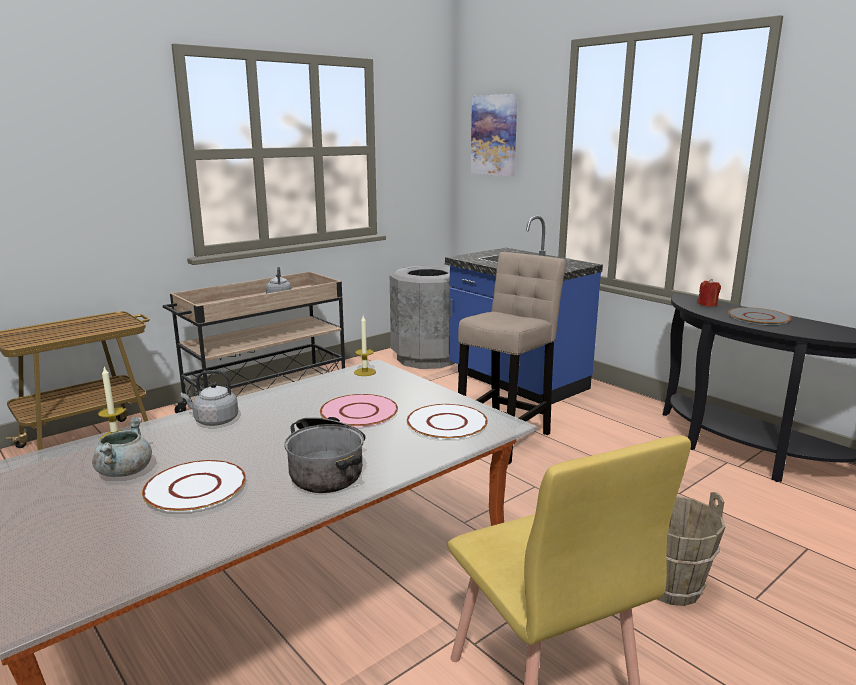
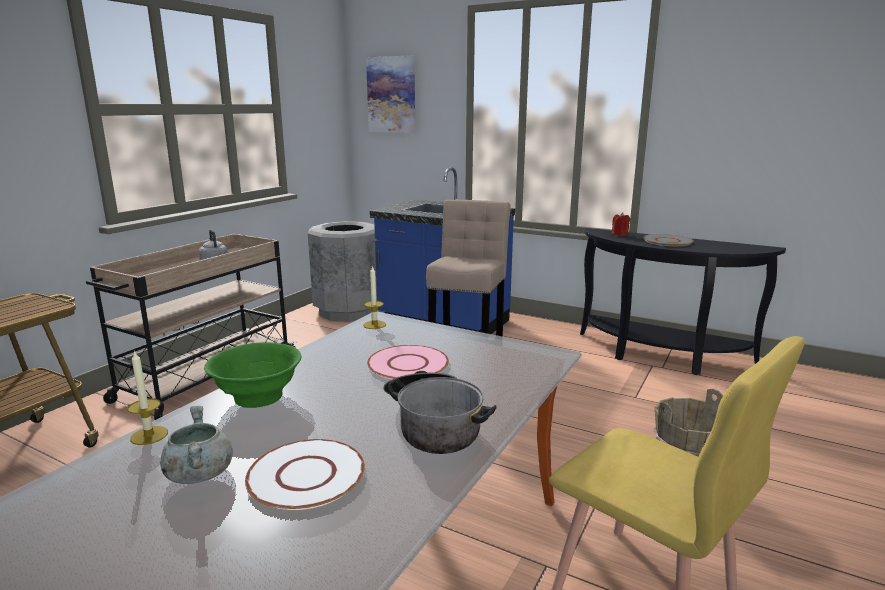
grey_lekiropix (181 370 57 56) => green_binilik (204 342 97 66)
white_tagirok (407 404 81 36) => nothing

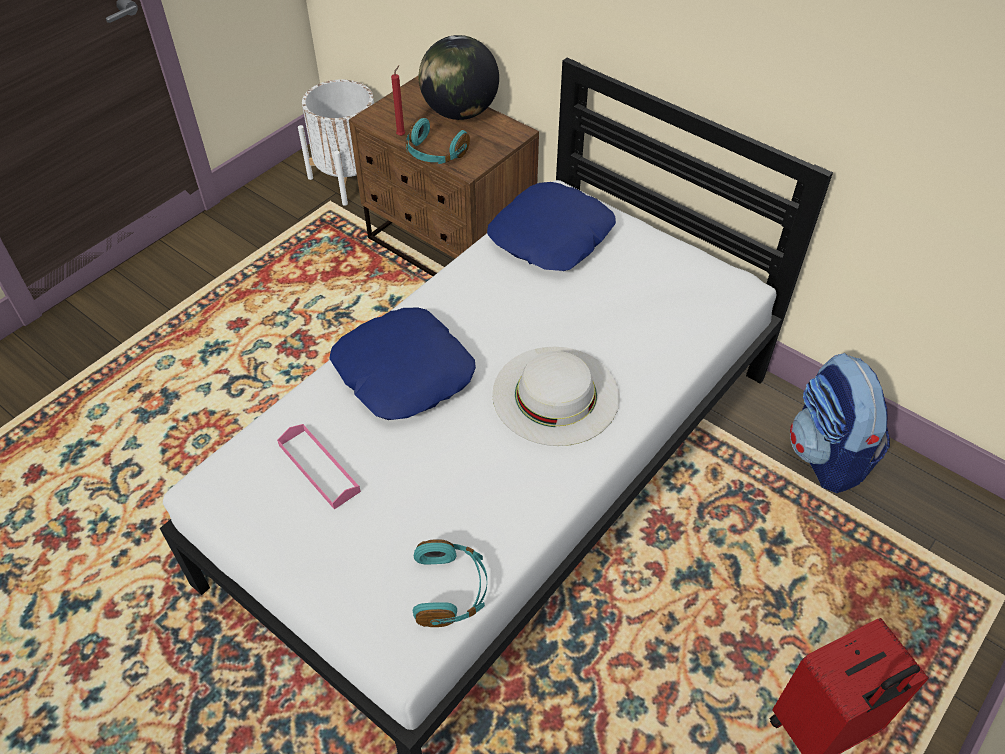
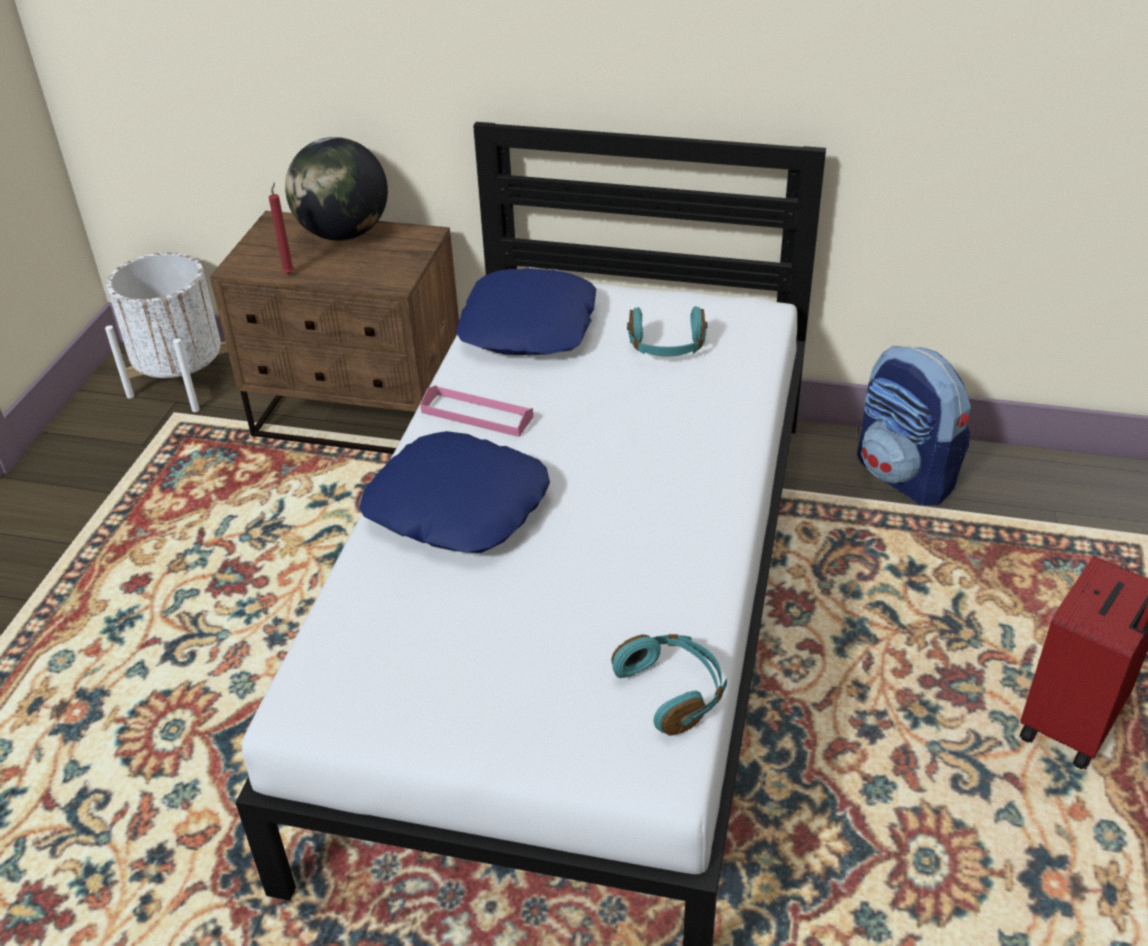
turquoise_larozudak (406 118 64 46) => turquoise_larozudak (627 306 80 51), relocated
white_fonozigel (492 347 128 99) => nothing
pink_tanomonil (277 424 84 85) => pink_tanomonil (420 385 113 52), relocated

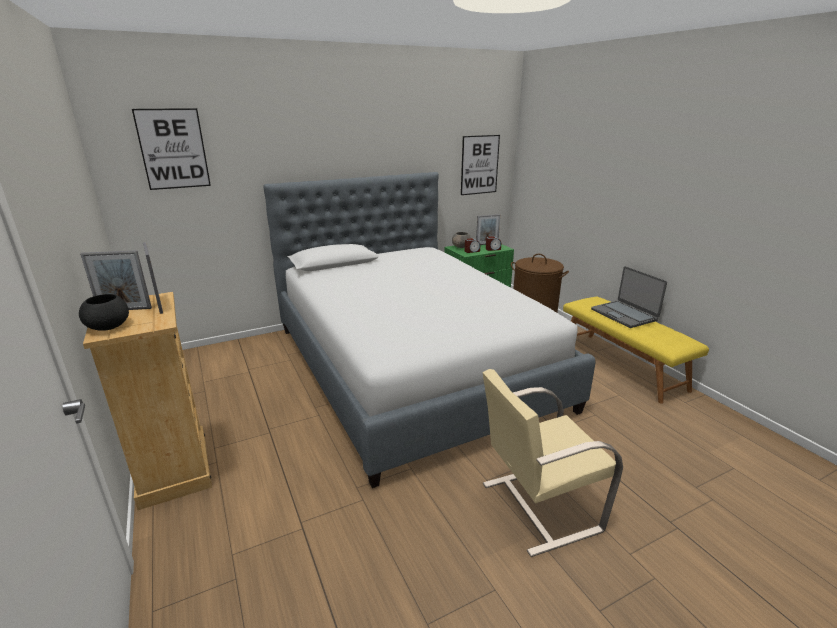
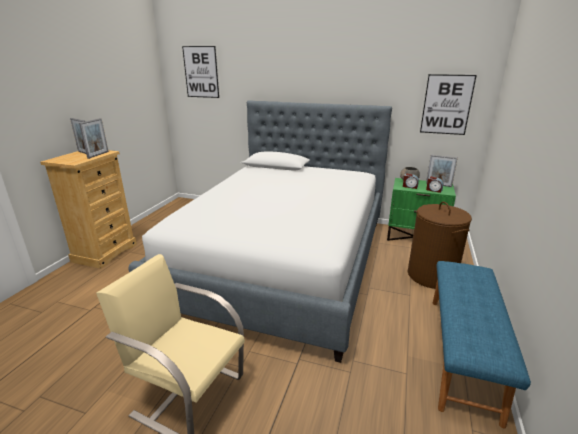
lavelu (591 266 76 62) => nothing
black_binilik (79 294 50 37) => nothing
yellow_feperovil (563 297 146 107) => blue_feperovil (432 261 99 168)

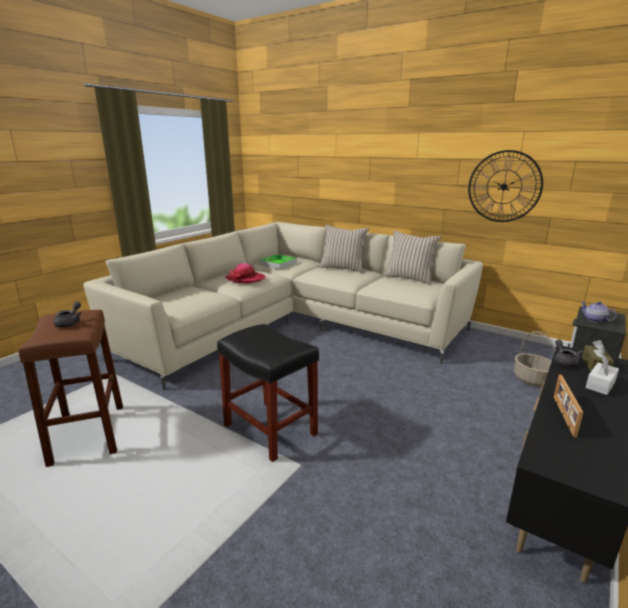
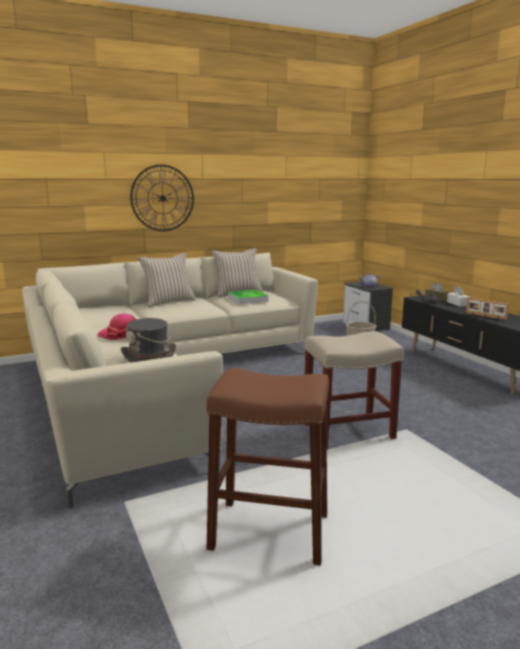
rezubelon (468 150 75 72) => rezubelon (130 165 64 66), relocated
tanomonil (259 254 38 15) => tanomonil (228 290 41 14), relocated
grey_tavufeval (54 302 27 26) => nothing
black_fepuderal (217 324 102 138) => beige_fepuderal (304 331 100 118)
nothing => grey_fonozigel (121 318 55 45)

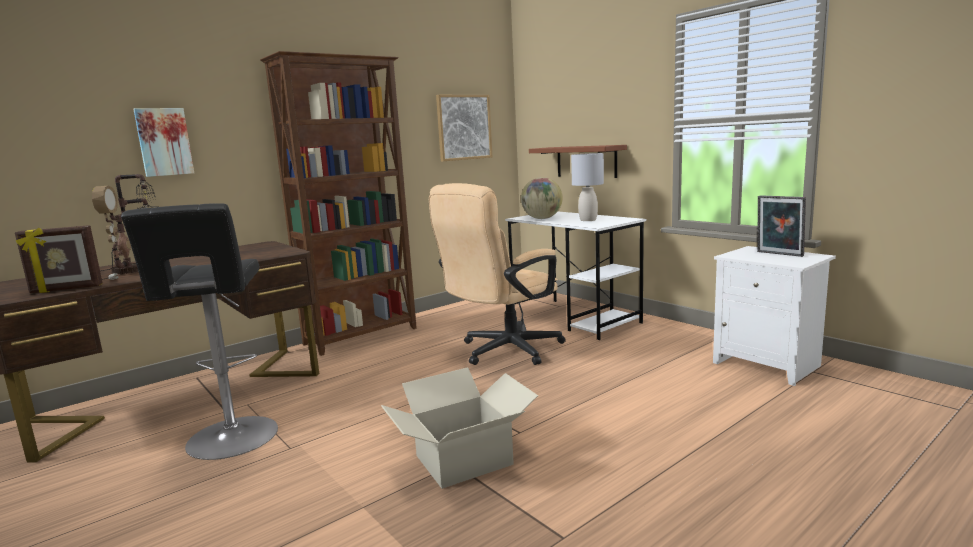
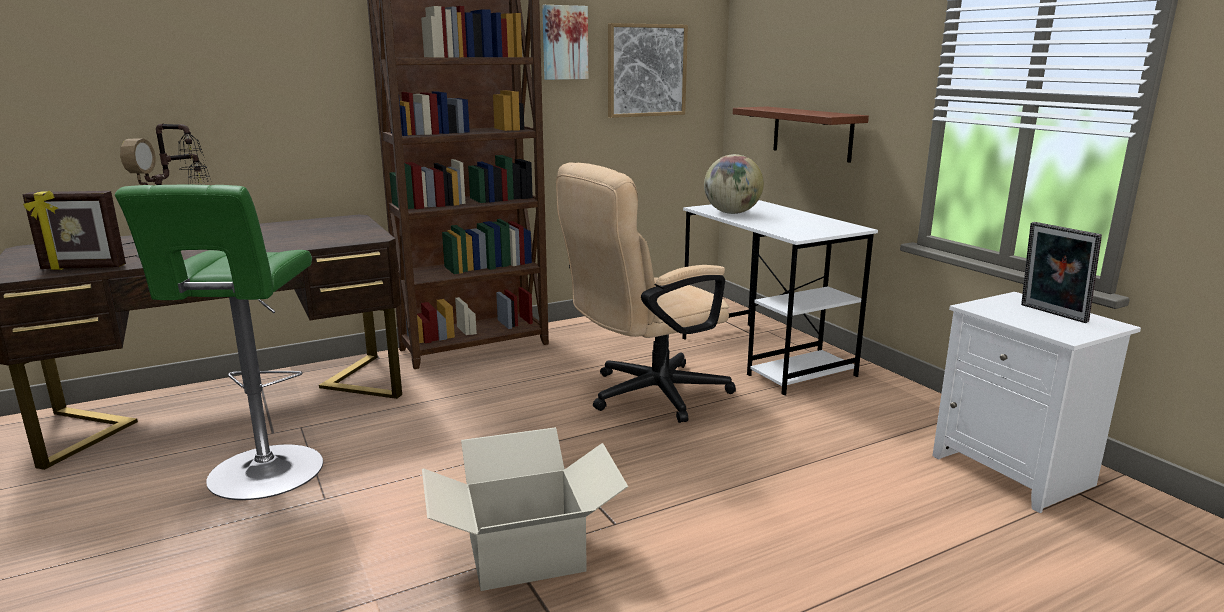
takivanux (133 108 61 69) => takivanux (542 5 46 75), relocated
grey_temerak (571 153 33 68) => nothing
black_fepuderal (121 203 157 257) => green_fepuderal (115 185 208 315)

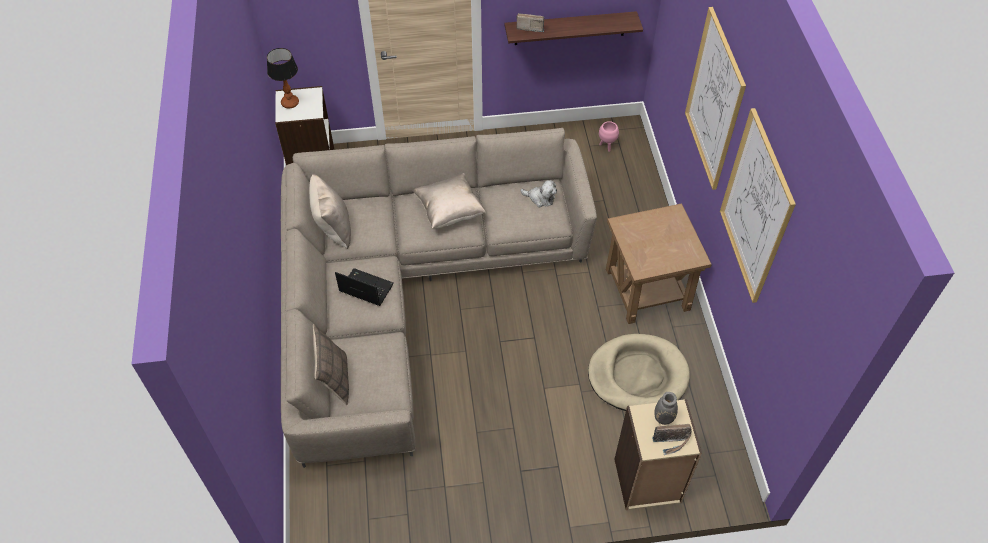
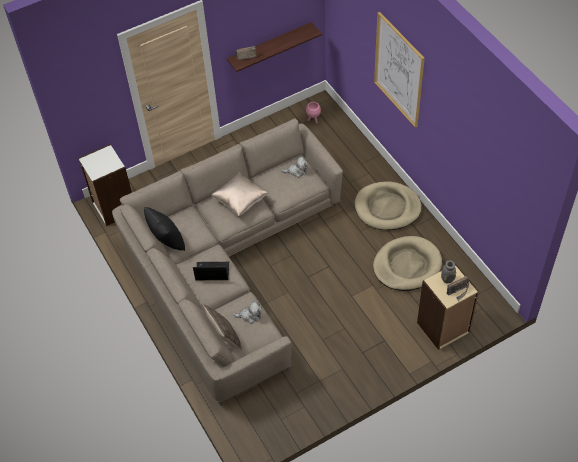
temerak (267 48 32 61) => nothing
takivanux (720 108 76 195) => nothing
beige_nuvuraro (309 174 42 75) => black_nuvuraro (144 207 41 44)
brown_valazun (606 203 106 121) => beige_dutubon (354 182 68 48)
nothing => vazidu (233 301 29 23)

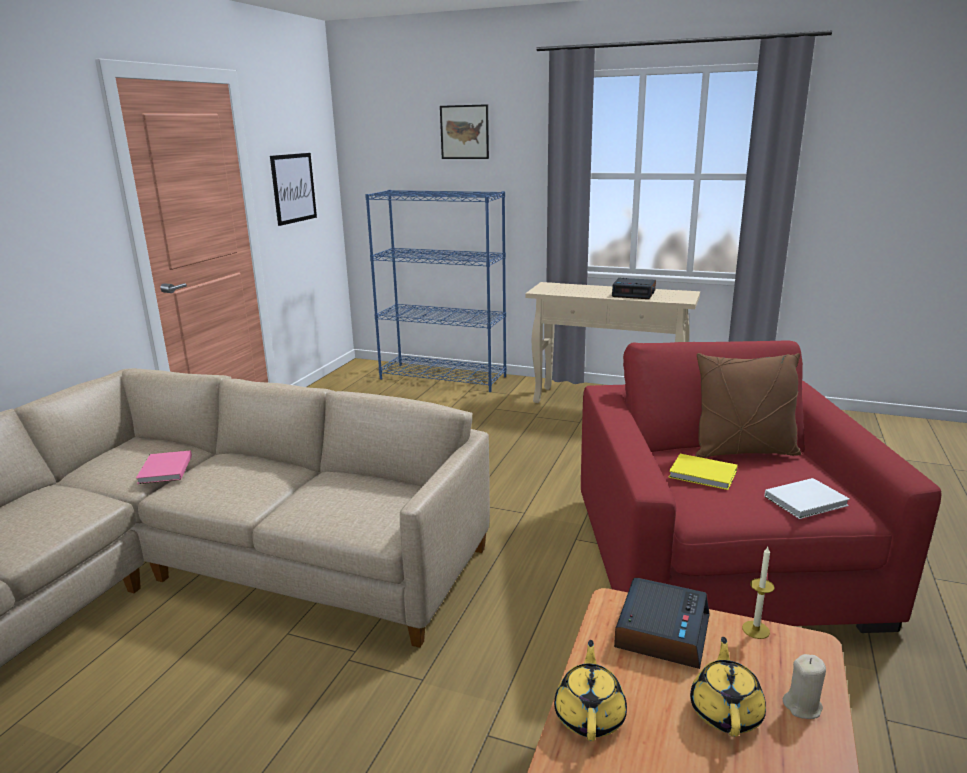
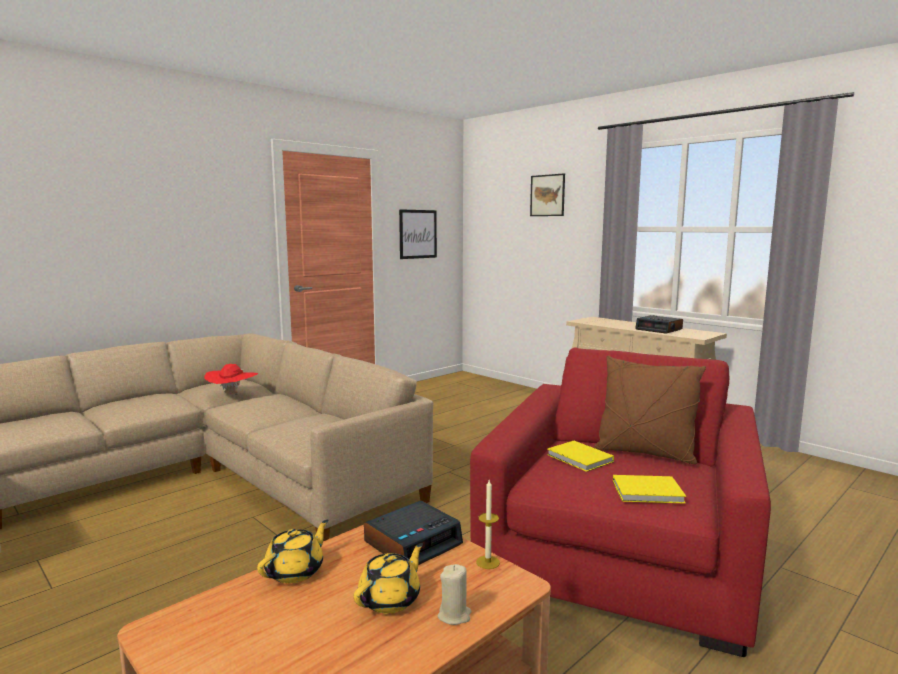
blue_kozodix (365 190 142 202) => nothing
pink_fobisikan (136 450 56 34) => red_fonozigel (204 364 54 30)
white_fobisikan (764 478 86 41) => yellow_fobisikan (613 475 73 29)

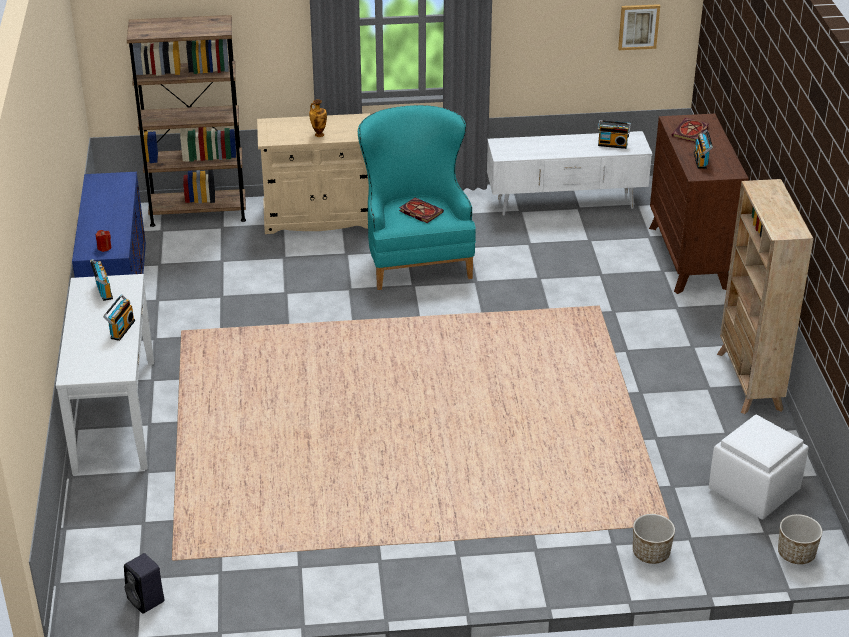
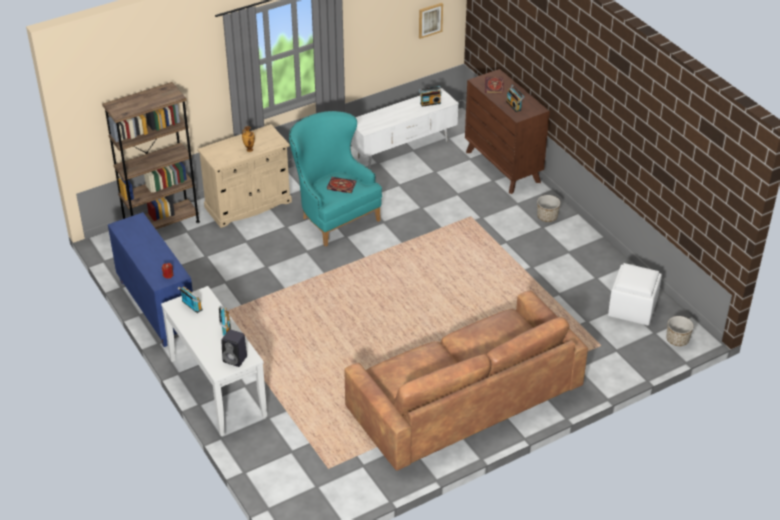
beige_kozodix (717 179 97 235) => nothing
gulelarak (633 514 42 50) => gulelarak (537 195 23 27), relocated
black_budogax (124 553 40 61) => black_budogax (221 329 26 38), relocated
nothing => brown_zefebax (344 290 244 181)

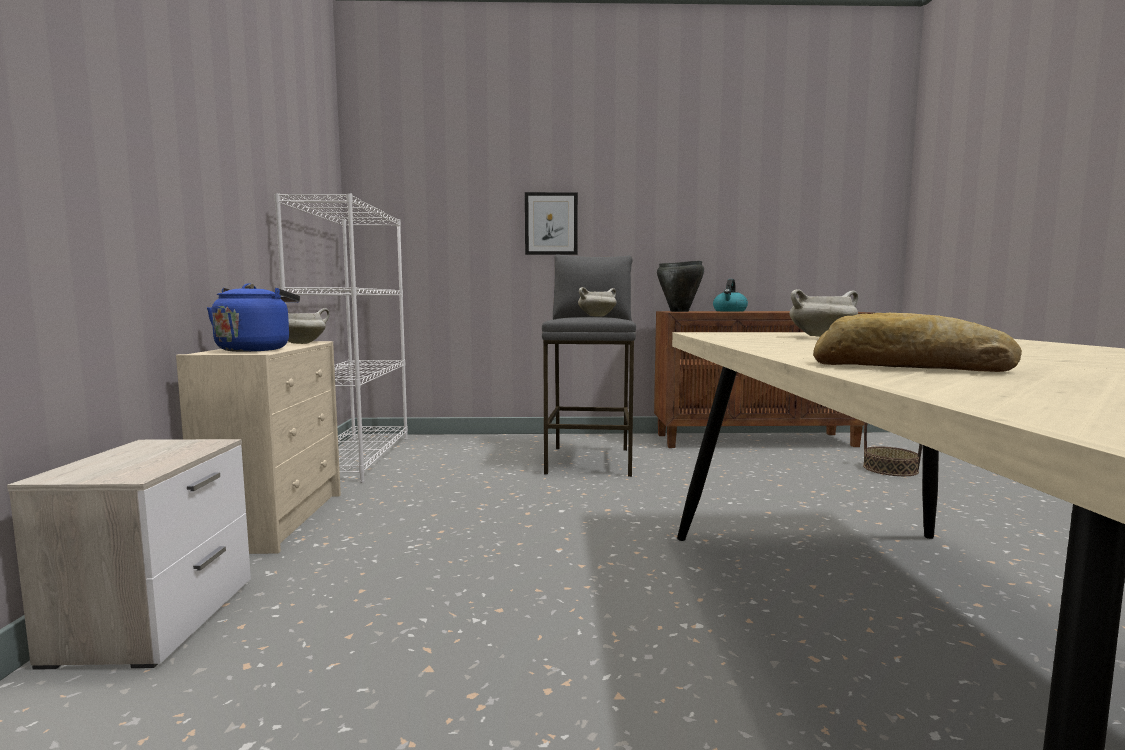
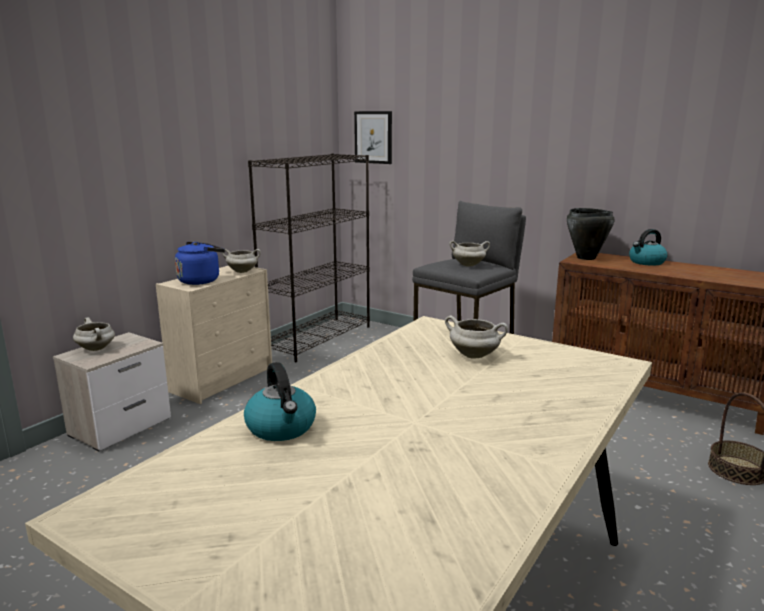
takivanux (525 192 53 63) => takivanux (354 111 38 53), relocated
white_kozodix (274 193 134 290) => black_kozodix (248 154 122 208)
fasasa (813 313 209 59) => lekiropix (244 362 72 79)
nothing => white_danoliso (73 317 42 34)

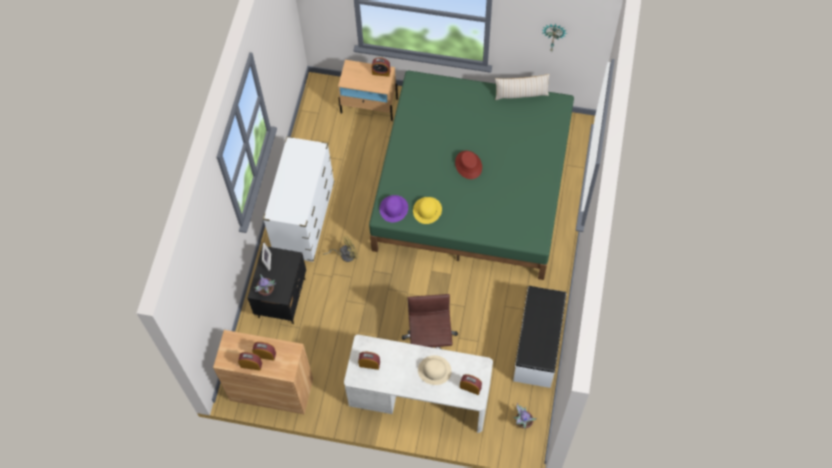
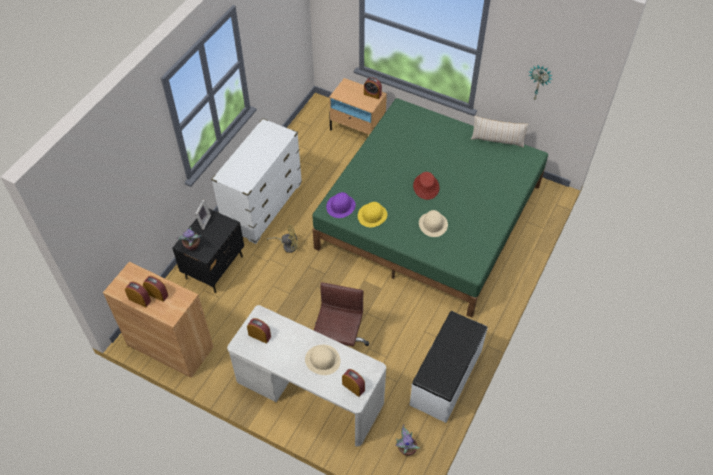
nothing => beige_fonozigel (419 210 29 27)

